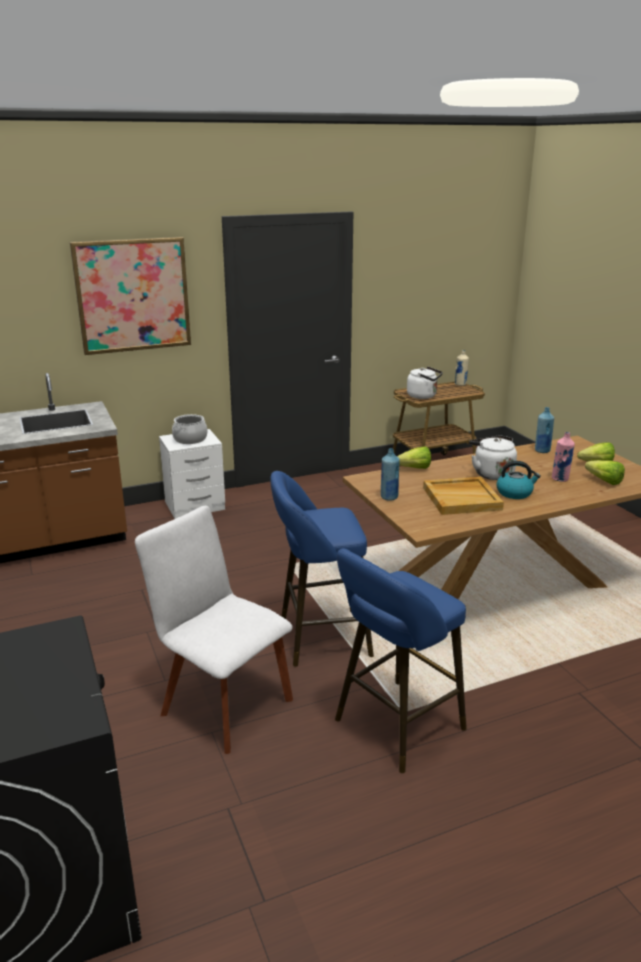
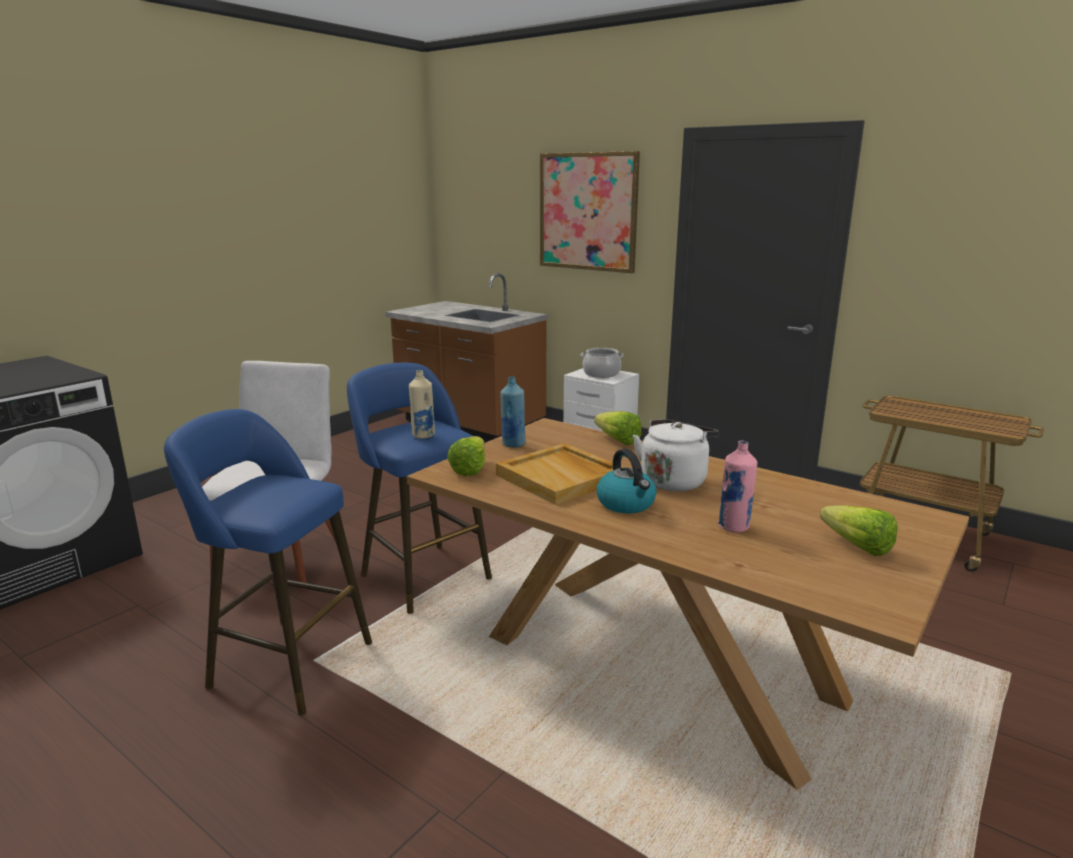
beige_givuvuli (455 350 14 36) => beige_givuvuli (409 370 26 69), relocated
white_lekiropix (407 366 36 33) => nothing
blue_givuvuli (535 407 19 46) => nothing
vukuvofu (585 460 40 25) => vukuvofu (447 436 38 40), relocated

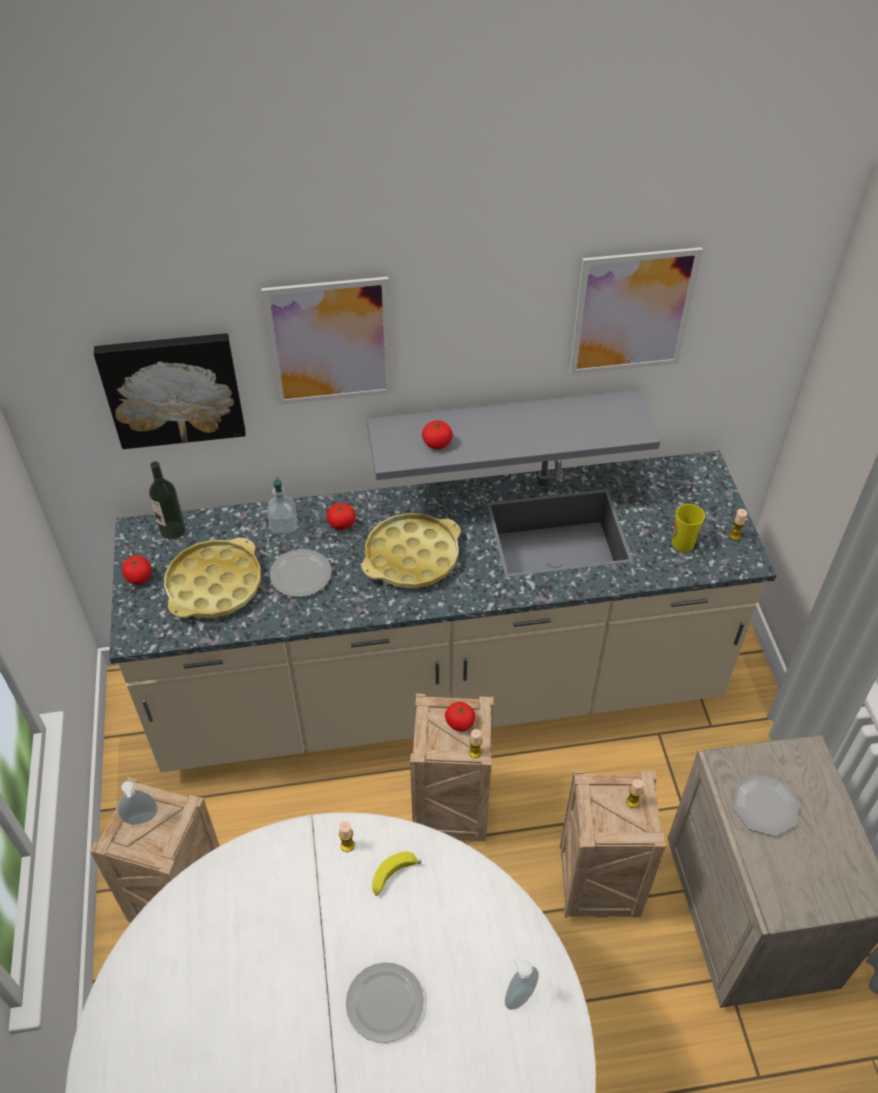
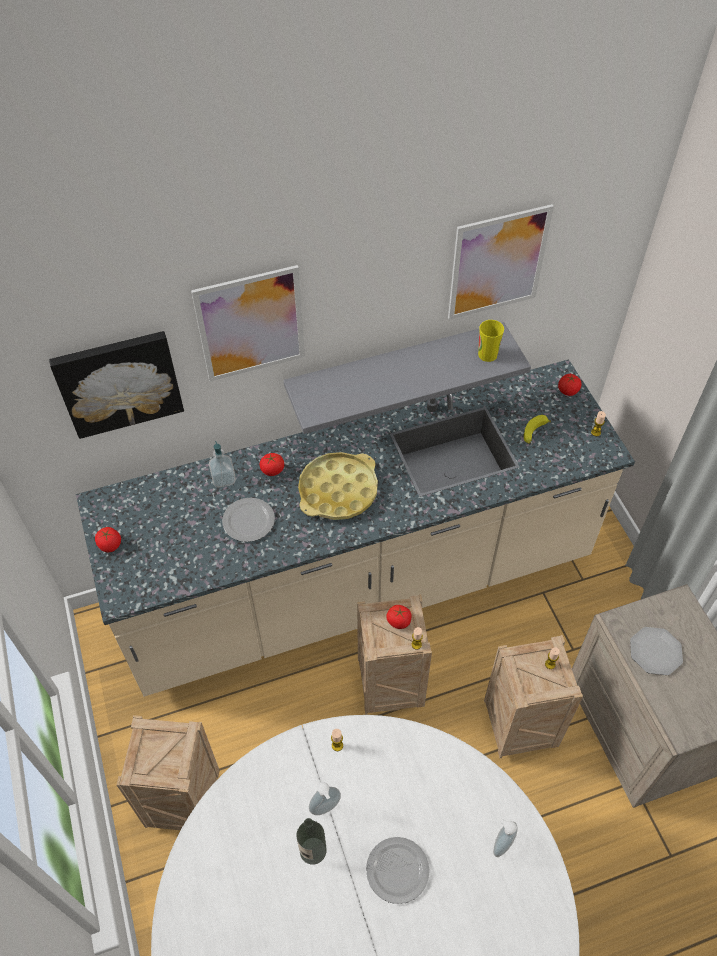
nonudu (422 420 31 29) => nonudu (558 374 24 22), relocated
givuvuli (149 461 37 78) => givuvuli (296 818 31 46), relocated
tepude (672 504 33 48) => tepude (478 320 26 42), relocated
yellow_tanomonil (164 538 97 80) => nothing
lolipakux (117 781 40 44) => lolipakux (309 782 32 33), relocated
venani (372 851 49 45) => venani (524 415 27 29), relocated

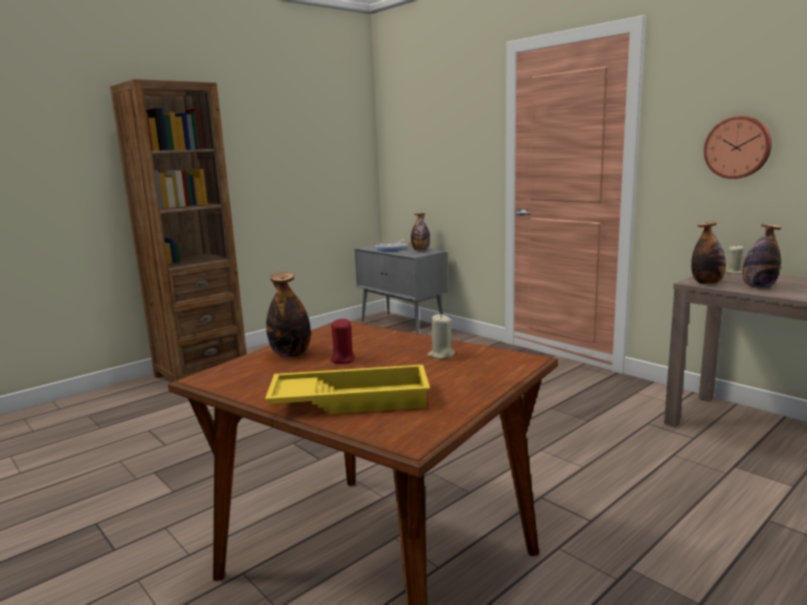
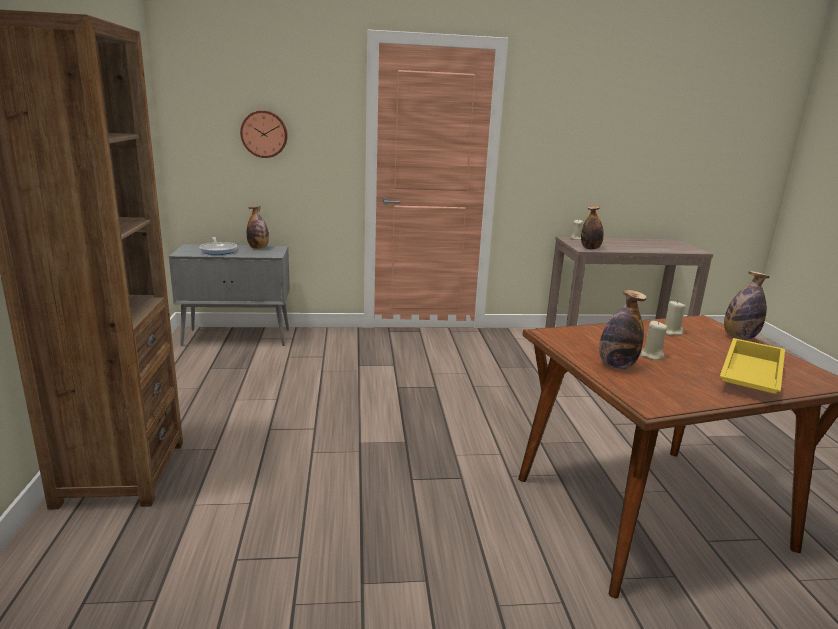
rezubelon (704 116 68 63) => rezubelon (240 110 48 48), relocated
givuvuli (742 224 40 64) => givuvuli (724 271 46 69), relocated
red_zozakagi (331 319 24 45) => beige_zozakagi (640 321 28 39)

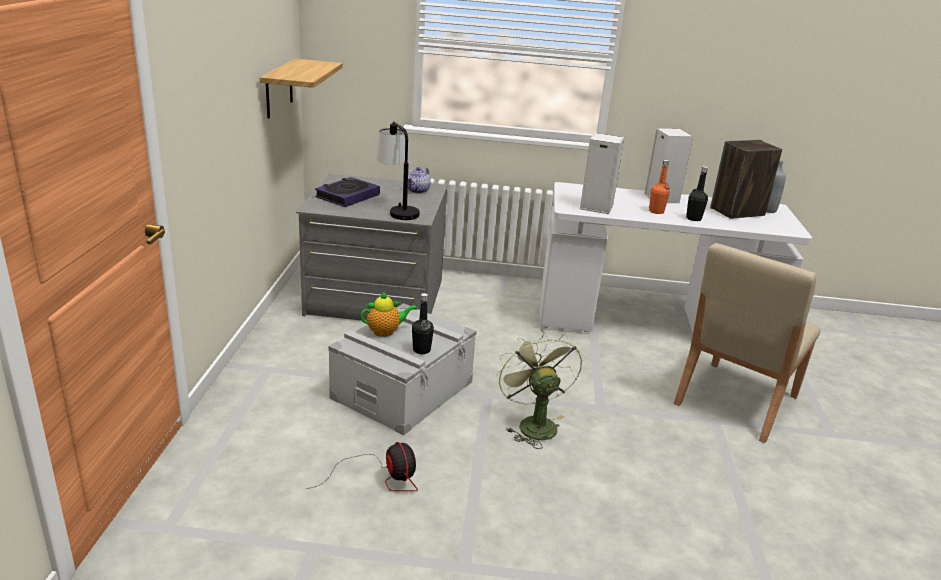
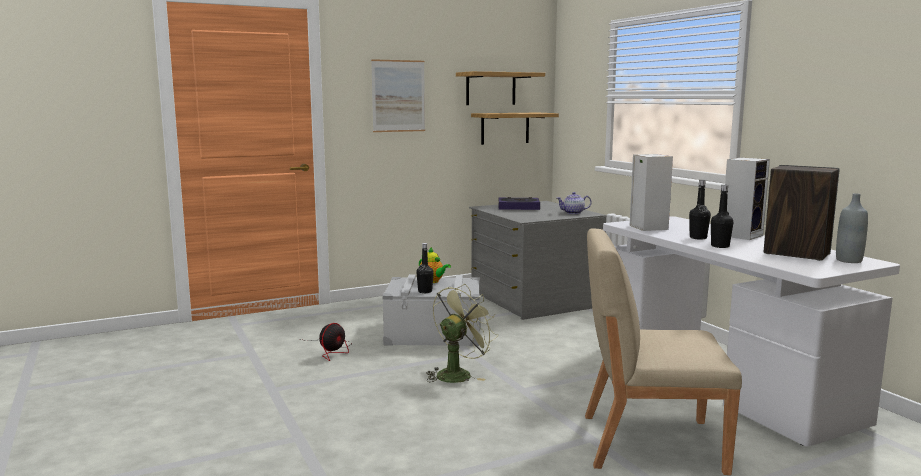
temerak (377 121 43 99) => nothing
orange_givuvuli (649 160 21 54) => black_givuvuli (689 180 22 60)
nothing => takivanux (371 59 54 73)
nothing => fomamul (456 71 89 34)

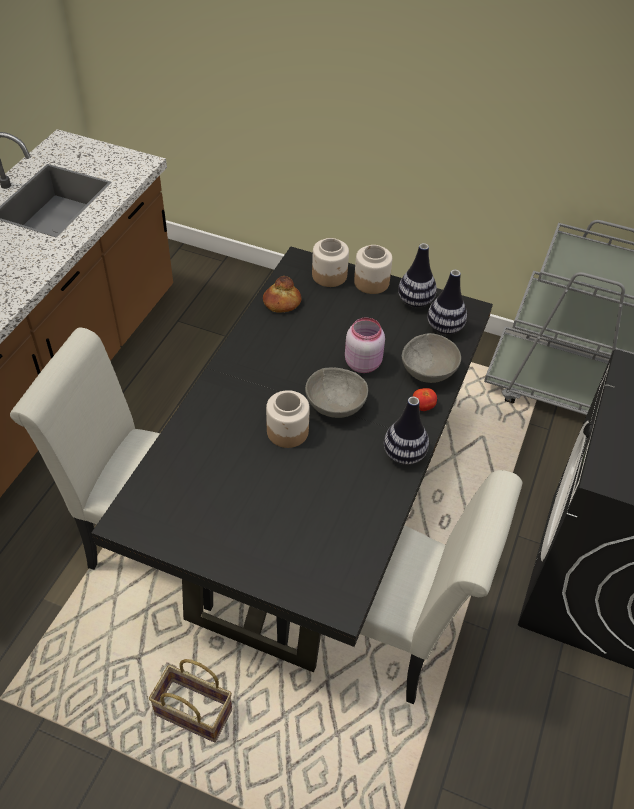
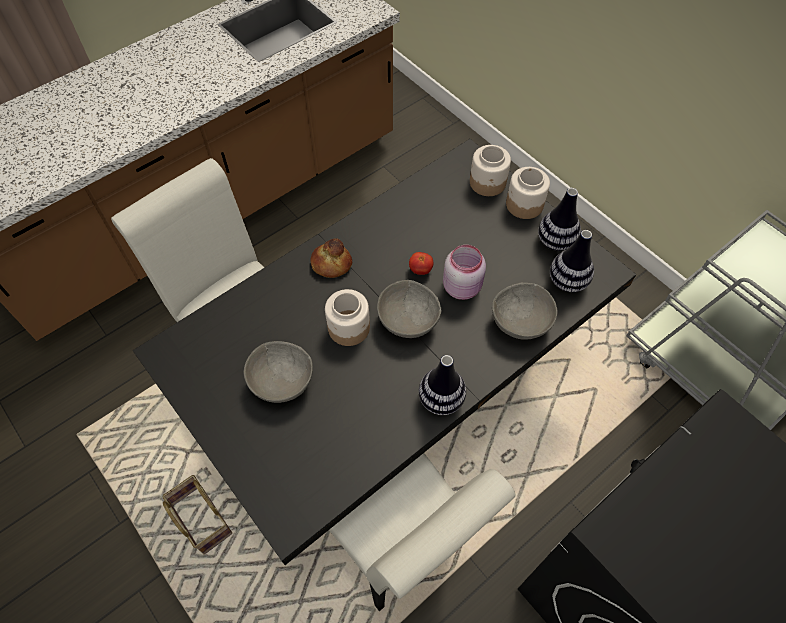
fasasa (263 276 38 36) => fasasa (311 238 41 40), relocated
nonudu (413 388 24 23) => nonudu (409 252 24 23), relocated
nothing => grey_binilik (244 341 69 62)

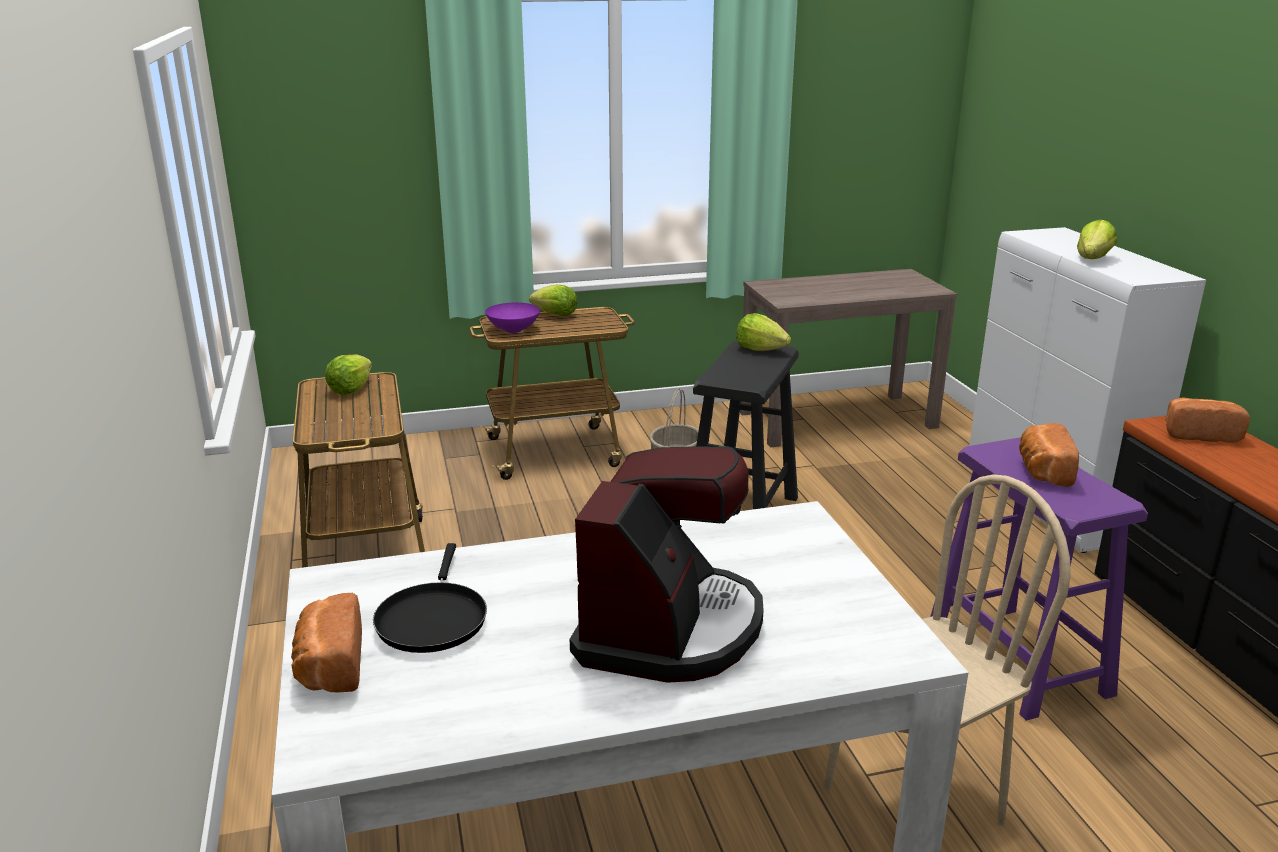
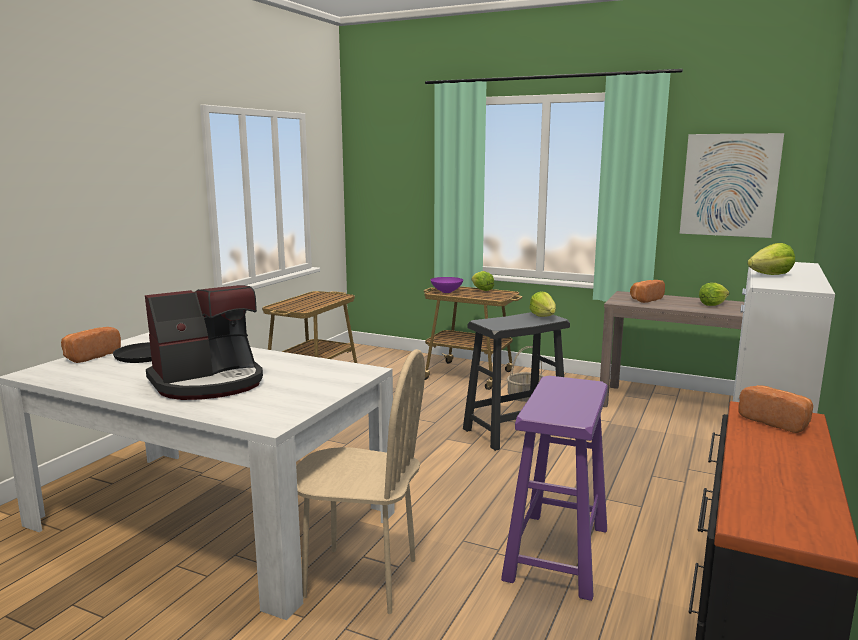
vukuvofu (325 354 47 41) => vukuvofu (699 283 30 23), relocated
fasasa (1019 423 60 64) => fasasa (630 280 35 23), relocated
nothing => takivanux (680 133 104 105)

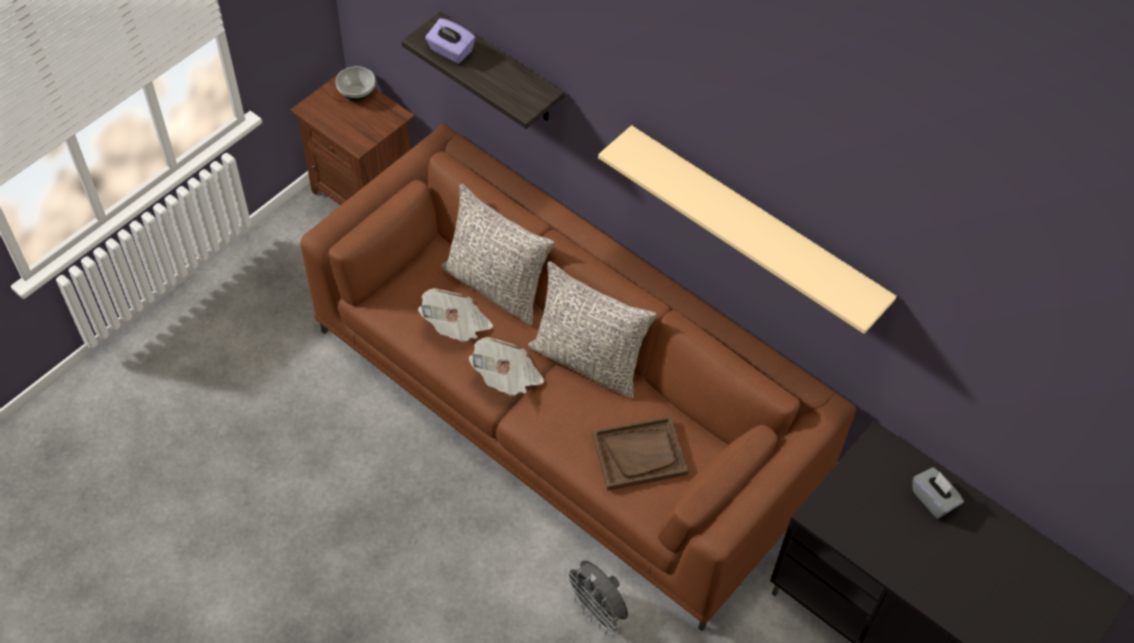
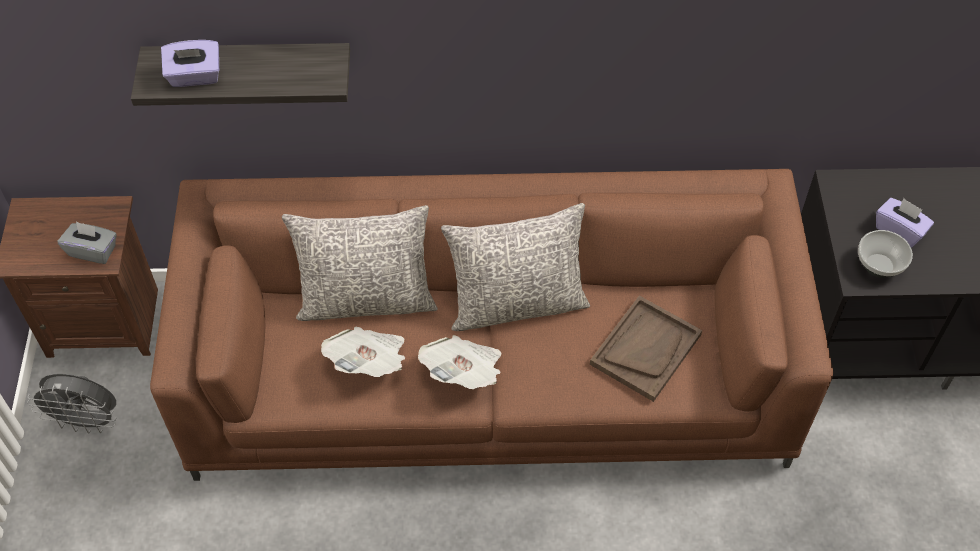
binilik (335 66 40 36) => binilik (858 230 55 48), relocated
beige_fomamul (598 125 299 209) => nothing
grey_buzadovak (912 467 52 52) => grey_buzadovak (58 221 59 43), relocated
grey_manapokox (563 560 65 75) => grey_manapokox (27 374 90 60), relocated
nothing => purple_buzadovak (876 198 58 50)

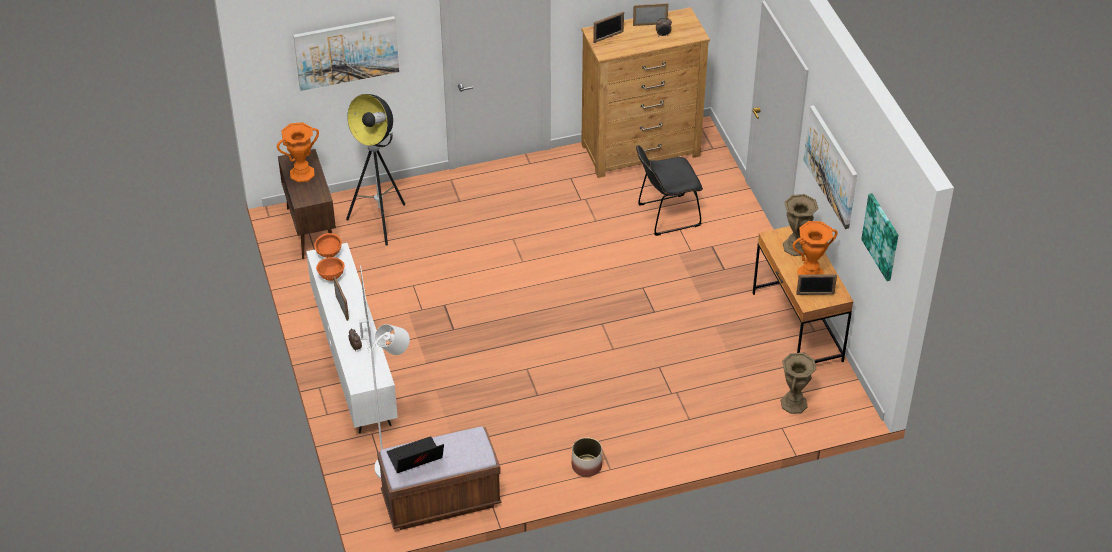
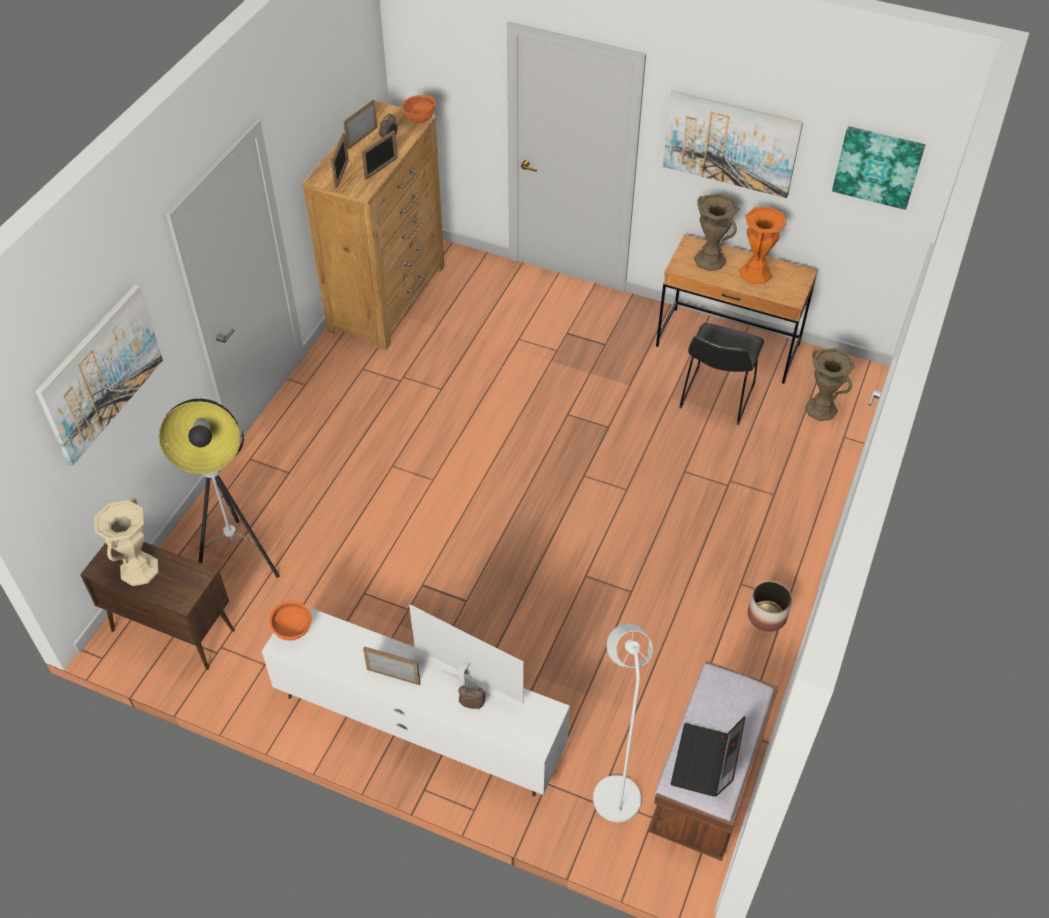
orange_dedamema (277 122 42 60) => beige_dedamema (94 498 65 88)
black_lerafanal (636 145 67 91) => black_lerafanal (679 323 85 102), relocated
orange_binilik (316 257 29 24) => orange_binilik (401 95 34 28), relocated
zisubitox (796 274 41 21) => zisubitox (362 130 36 50), relocated

